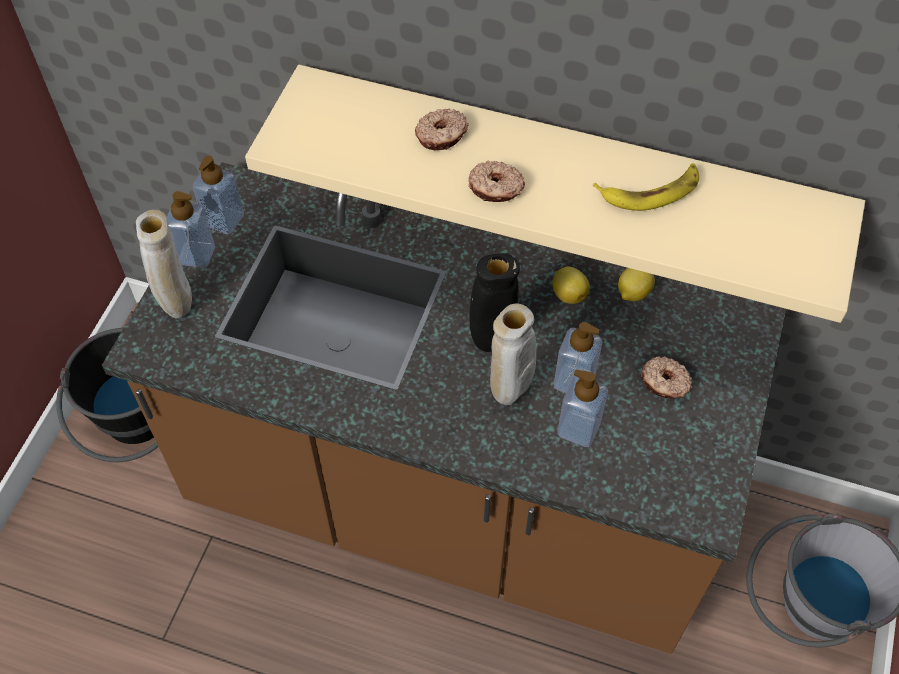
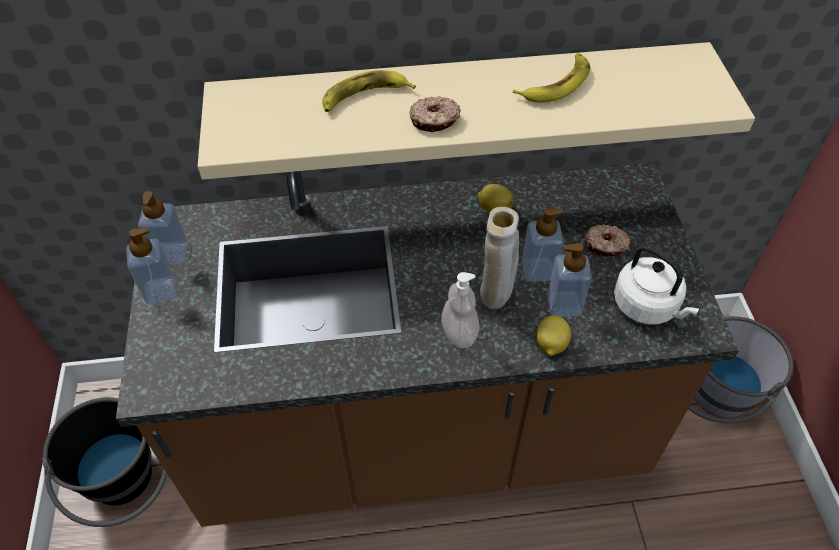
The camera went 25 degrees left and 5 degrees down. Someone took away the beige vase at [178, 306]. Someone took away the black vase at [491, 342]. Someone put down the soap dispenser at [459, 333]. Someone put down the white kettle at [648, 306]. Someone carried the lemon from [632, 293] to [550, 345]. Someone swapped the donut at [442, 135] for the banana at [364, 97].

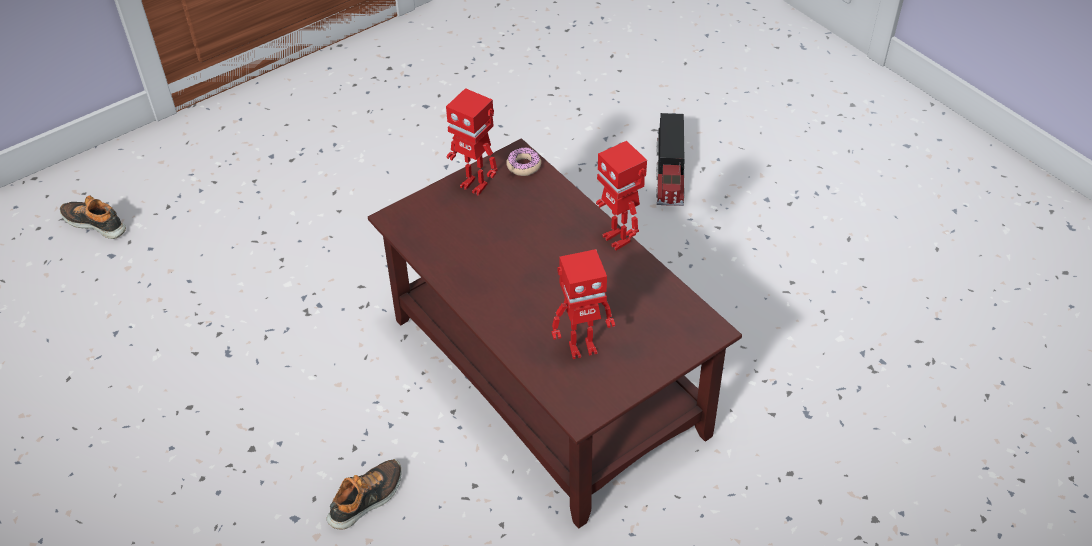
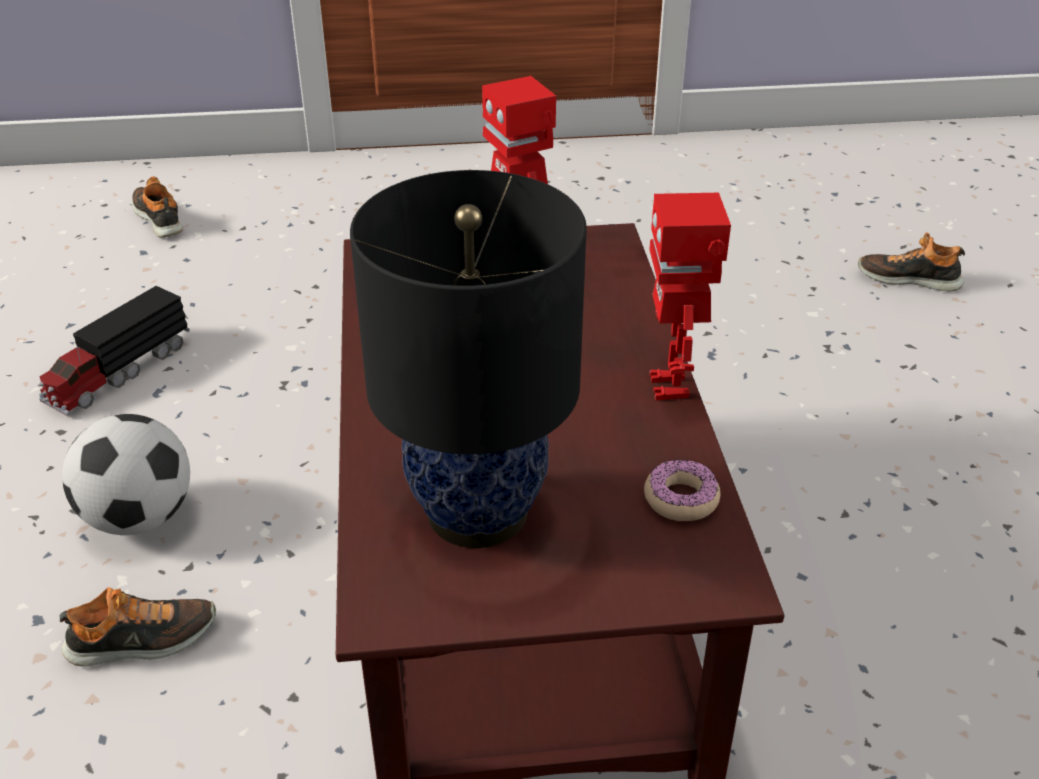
The camera went 30 degrees right and 10 degrees down. Someone put down the football at [139, 517]. Someone put down the shoe at [908, 279]. Someone carried the donut from [523, 166] to [681, 499]. Someone carried the toy truck from [669, 173] to [117, 372]. Someone swapped the toy robot at [581, 347] for the black table lamp at [478, 511].

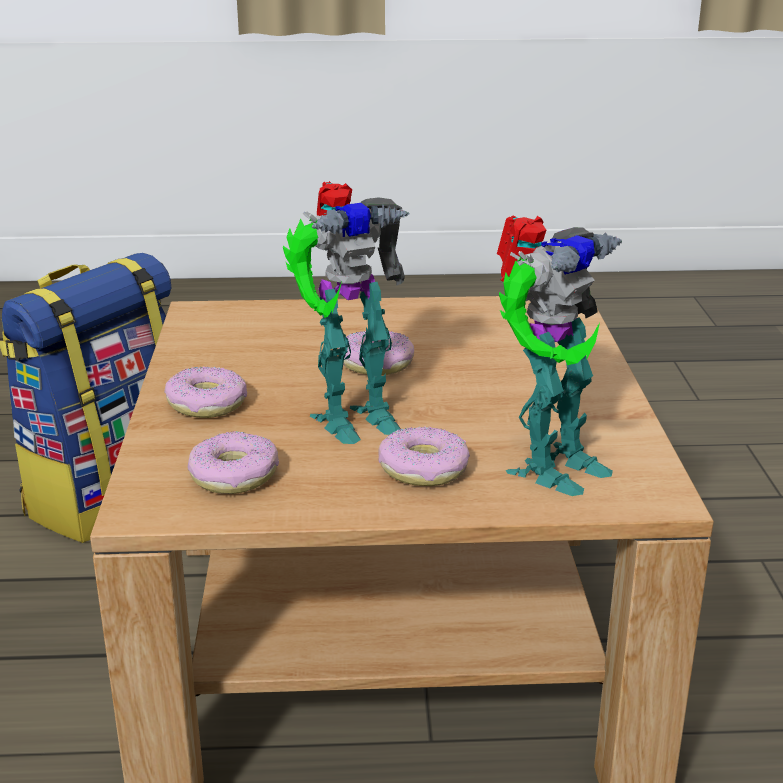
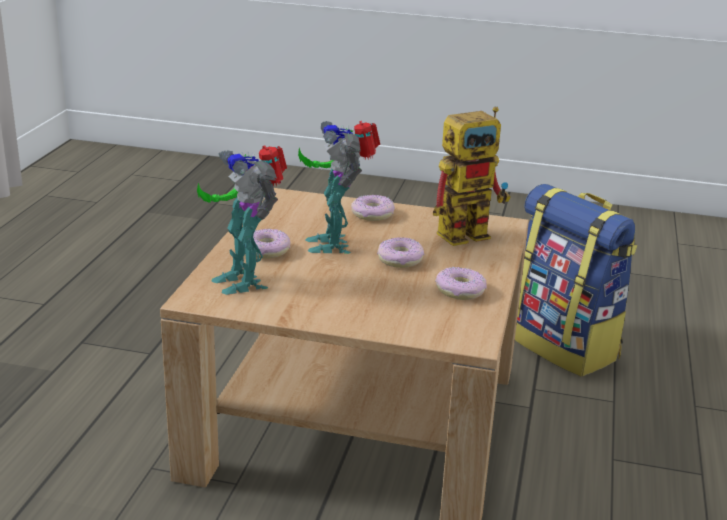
The camera went 105 degrees right and 0 degrees up. Someone put down the toy robot at [470, 232]. Someone carried the donut from [233, 475] to [460, 290].

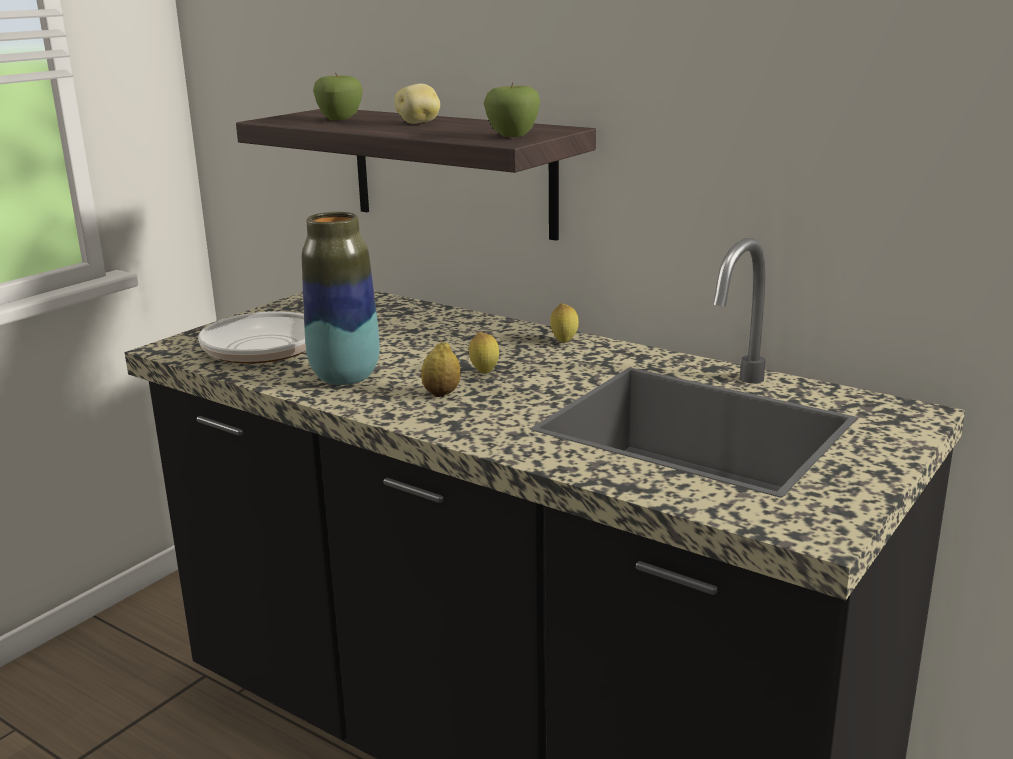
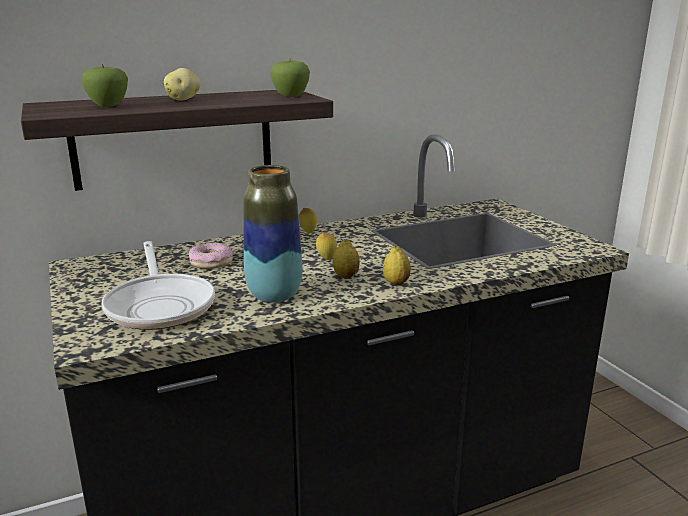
The camera went 60 degrees left and 0 degrees up. Someone put down the donut at [211, 262]. Someone put down the lemon at [396, 283].

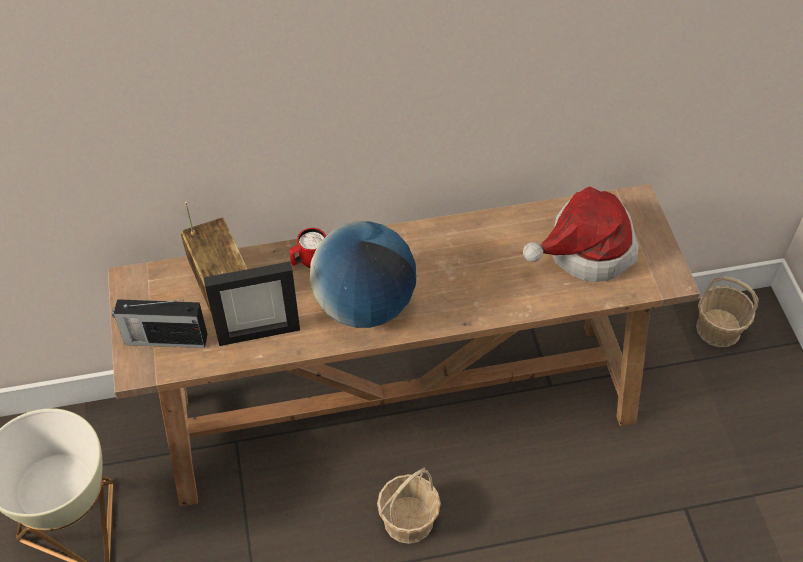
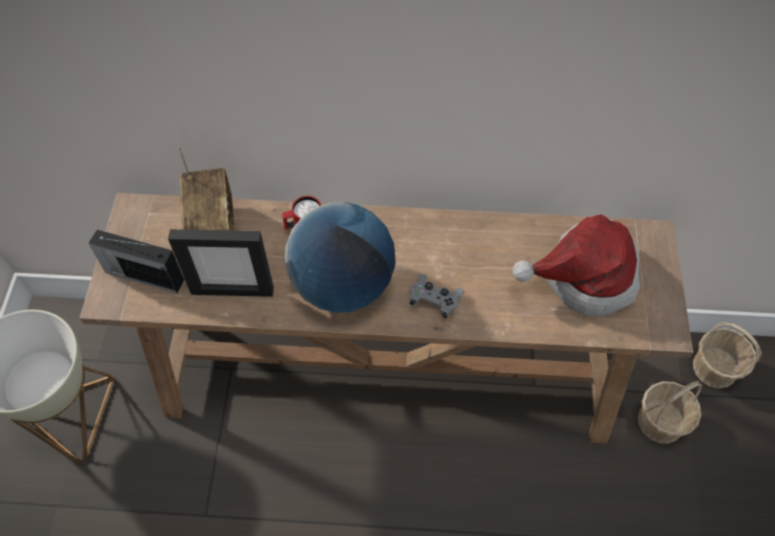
The camera went 15 degrees right and 5 degrees up. Someone put down the grey game controller at [434, 300]. Someone carried the basket from [409, 520] to [661, 421].

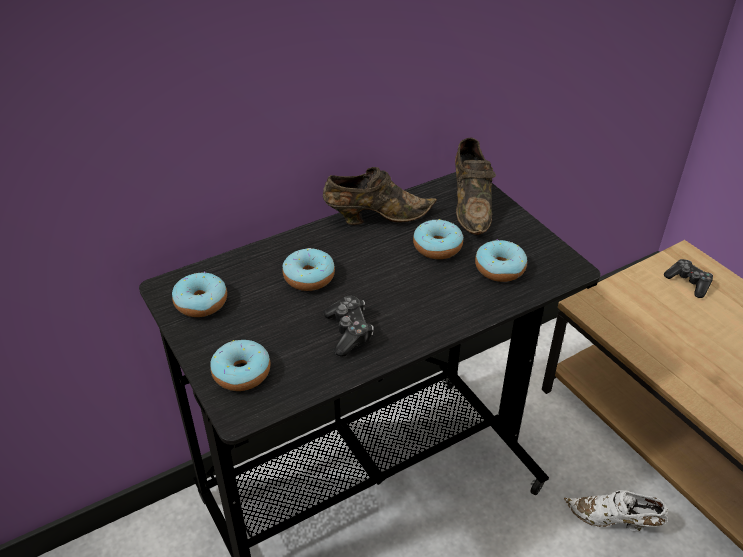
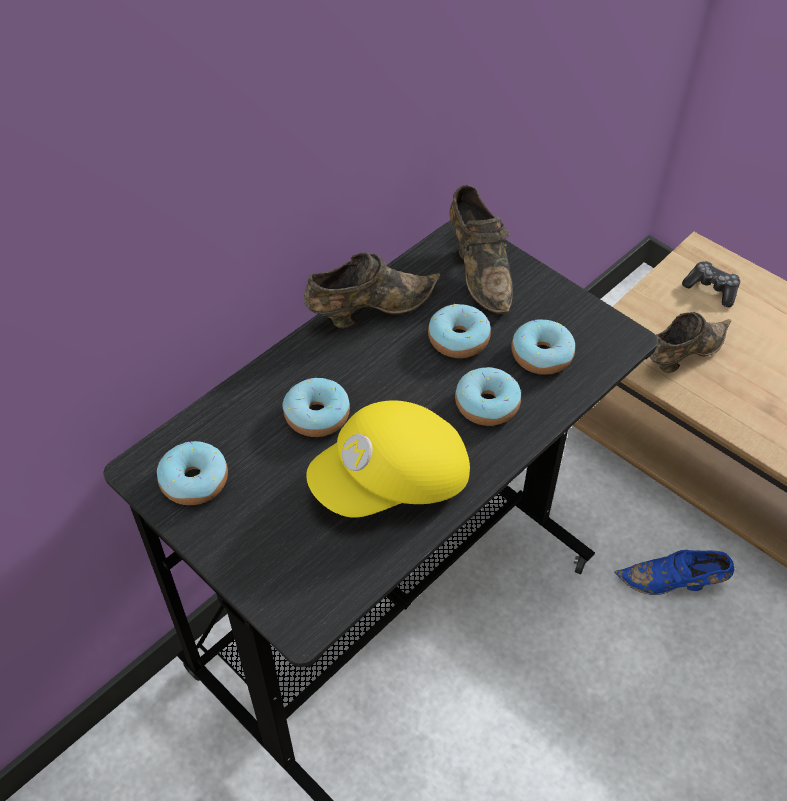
The camera went 15 degrees left and 10 degrees up. Someone put down the brown shoe at [682, 355]. Someone carried the donut from [241, 373] to [486, 404]. Someone swapped the game controller at [349, 332] for the yellow cap at [393, 482]. Someone repainted the white shoe at [614, 521], which became the blue shoe at [673, 583].

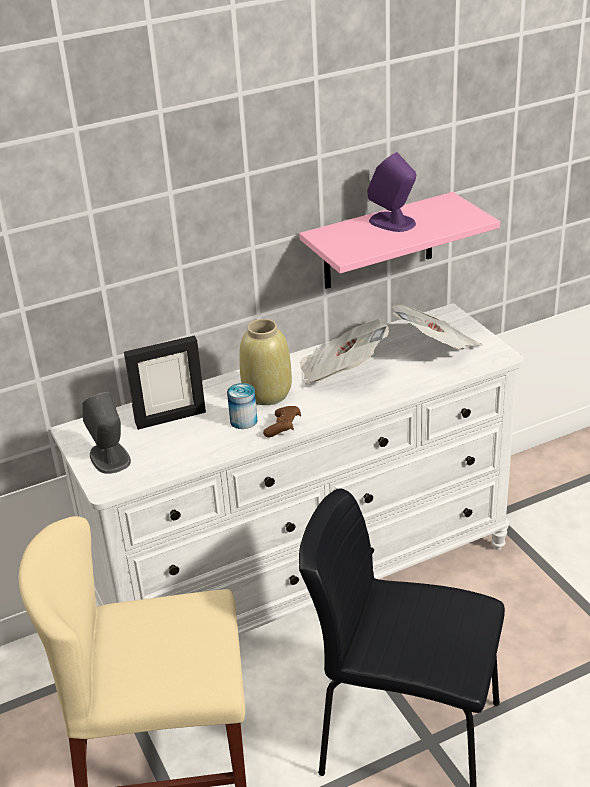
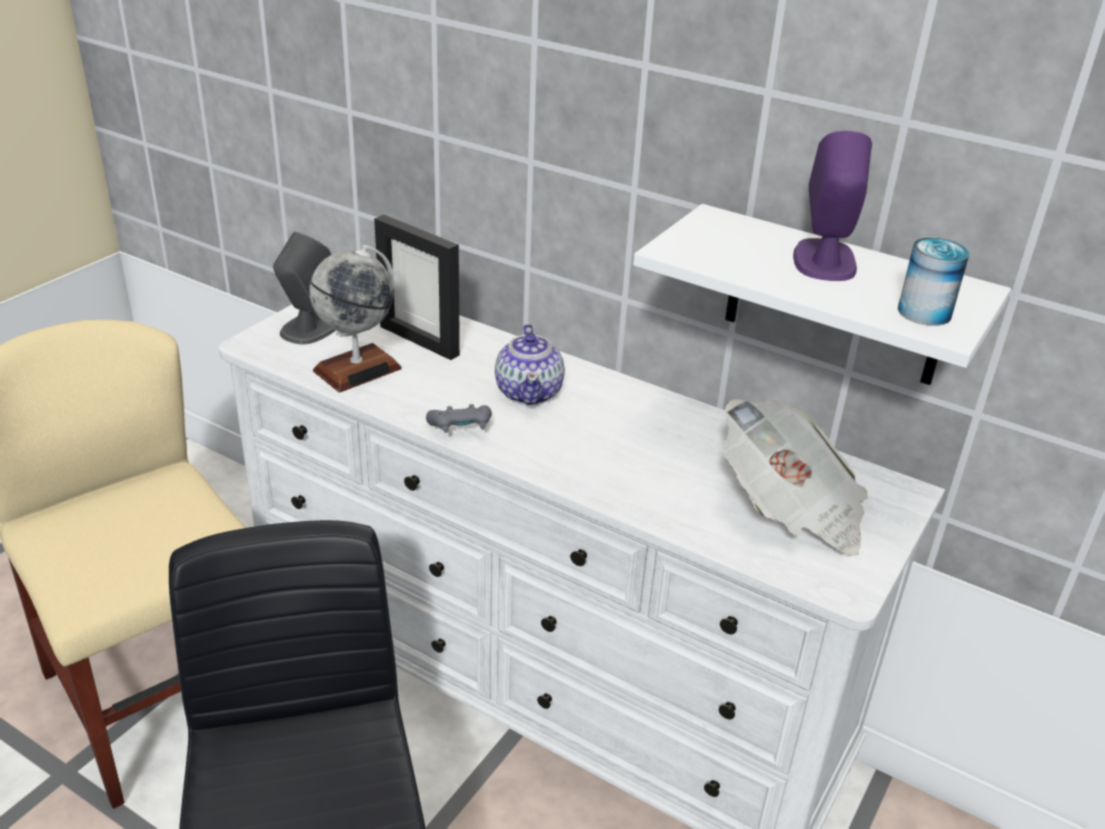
The camera went 55 degrees right and 0 degrees up. Someone took away the newspaper at [341, 372]. Someone put down the globe at [357, 369]. Someone carried the can from [243, 421] to [924, 312]. Someone swapped the beige vase at [267, 394] for the teapot at [529, 392]. Someone repainted the brown game controller at [283, 428], which became the grey game controller at [461, 429]. Someone repainted the pink shelf at [378, 242], which became the white shelf at [835, 297].

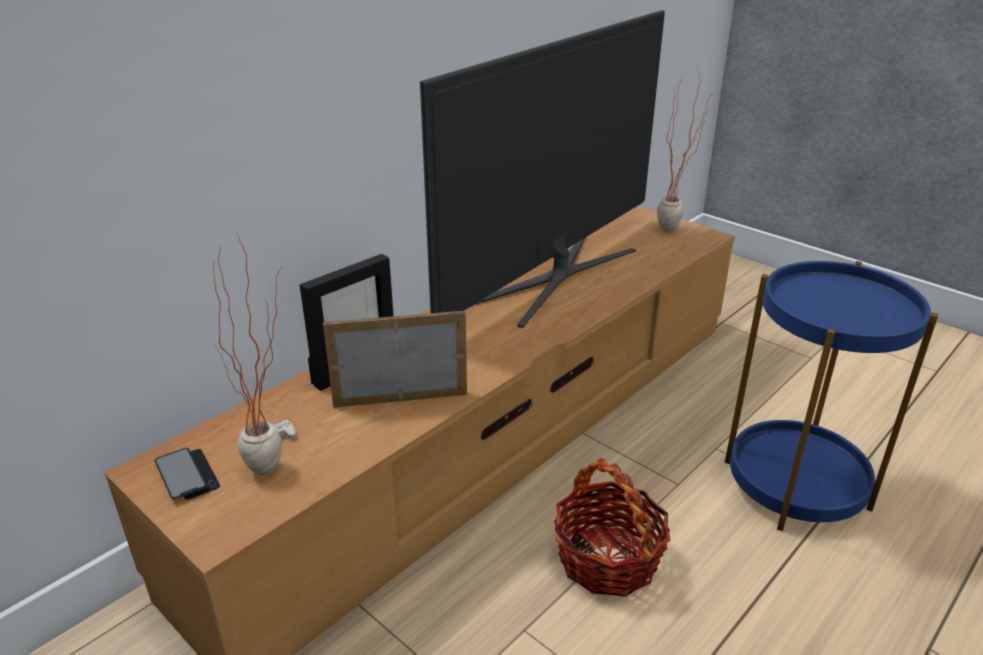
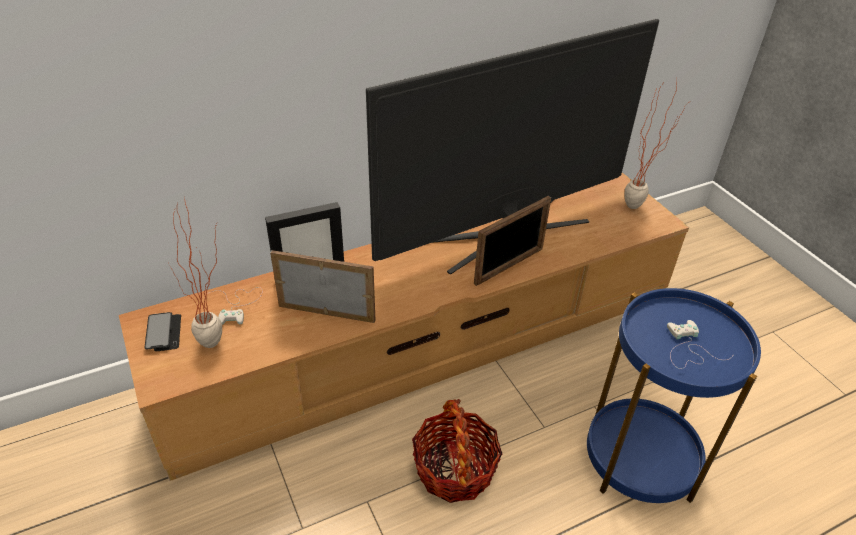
The camera went 20 degrees right and 10 degrees up. Someone put down the picture frame at [509, 266]. Someone put down the white game controller at [688, 349].

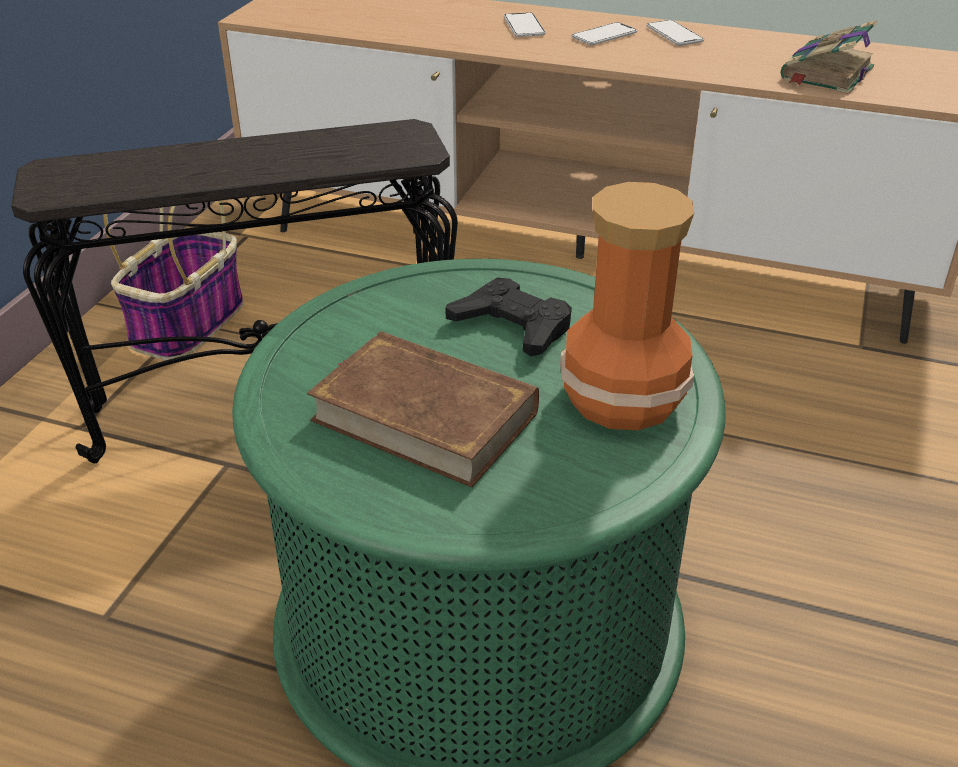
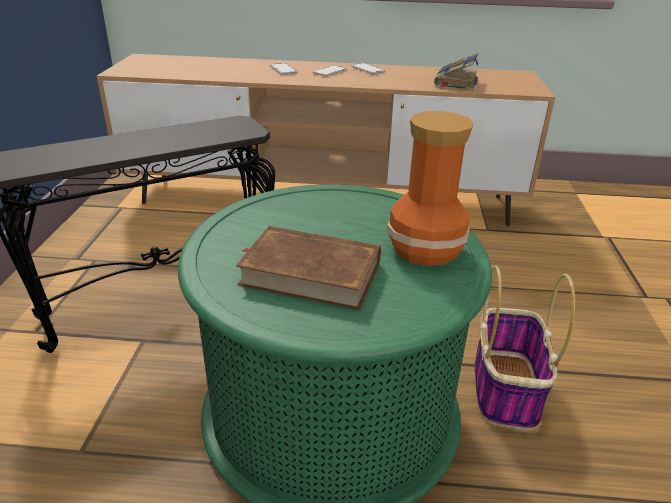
The camera went 15 degrees left and 5 degrees down. Someone took away the black game controller at [512, 326]. Someone carried the basket from [188, 323] to [505, 388].

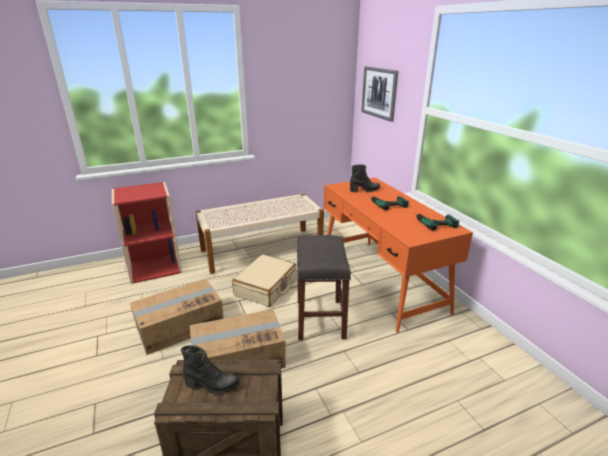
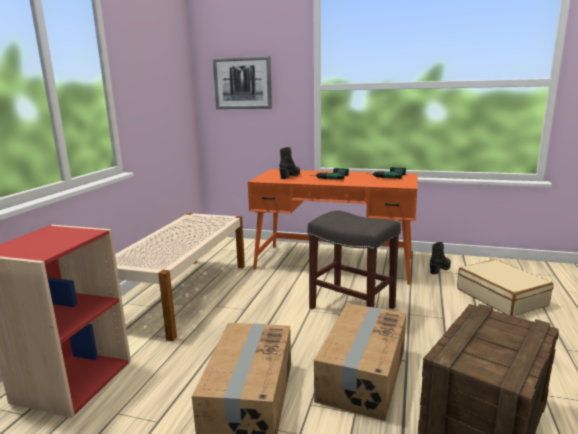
The camera went 50 degrees left and 10 degrees down. Someone carried the black boot from [212, 386] to [440, 269]. Someone carried the beige suitcase from [266, 287] to [501, 297].

